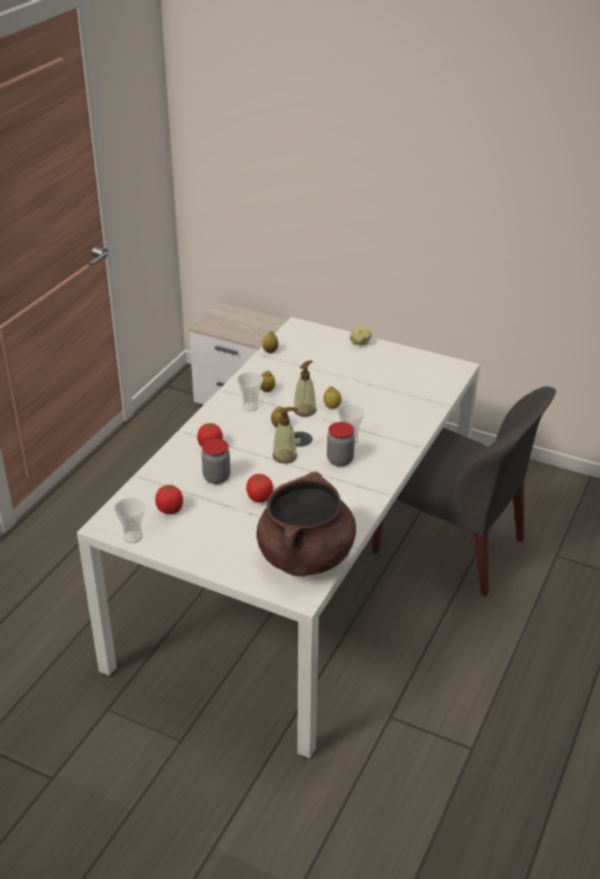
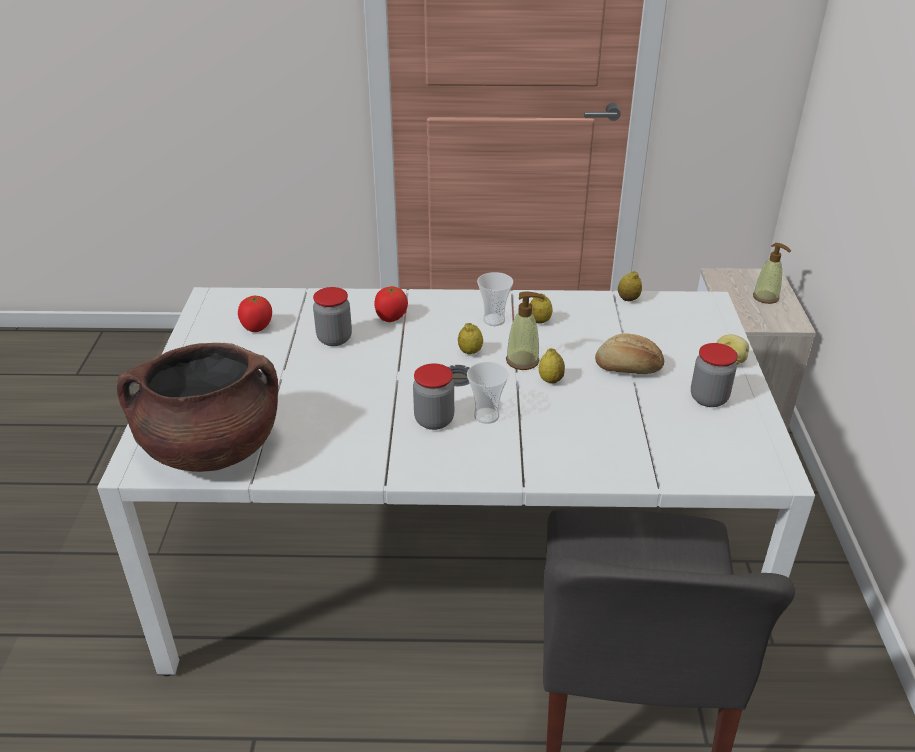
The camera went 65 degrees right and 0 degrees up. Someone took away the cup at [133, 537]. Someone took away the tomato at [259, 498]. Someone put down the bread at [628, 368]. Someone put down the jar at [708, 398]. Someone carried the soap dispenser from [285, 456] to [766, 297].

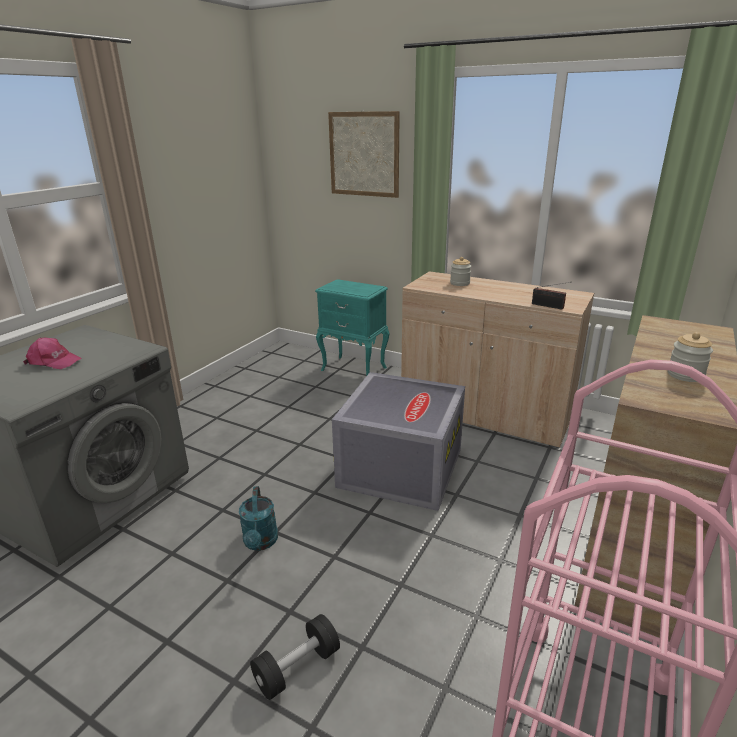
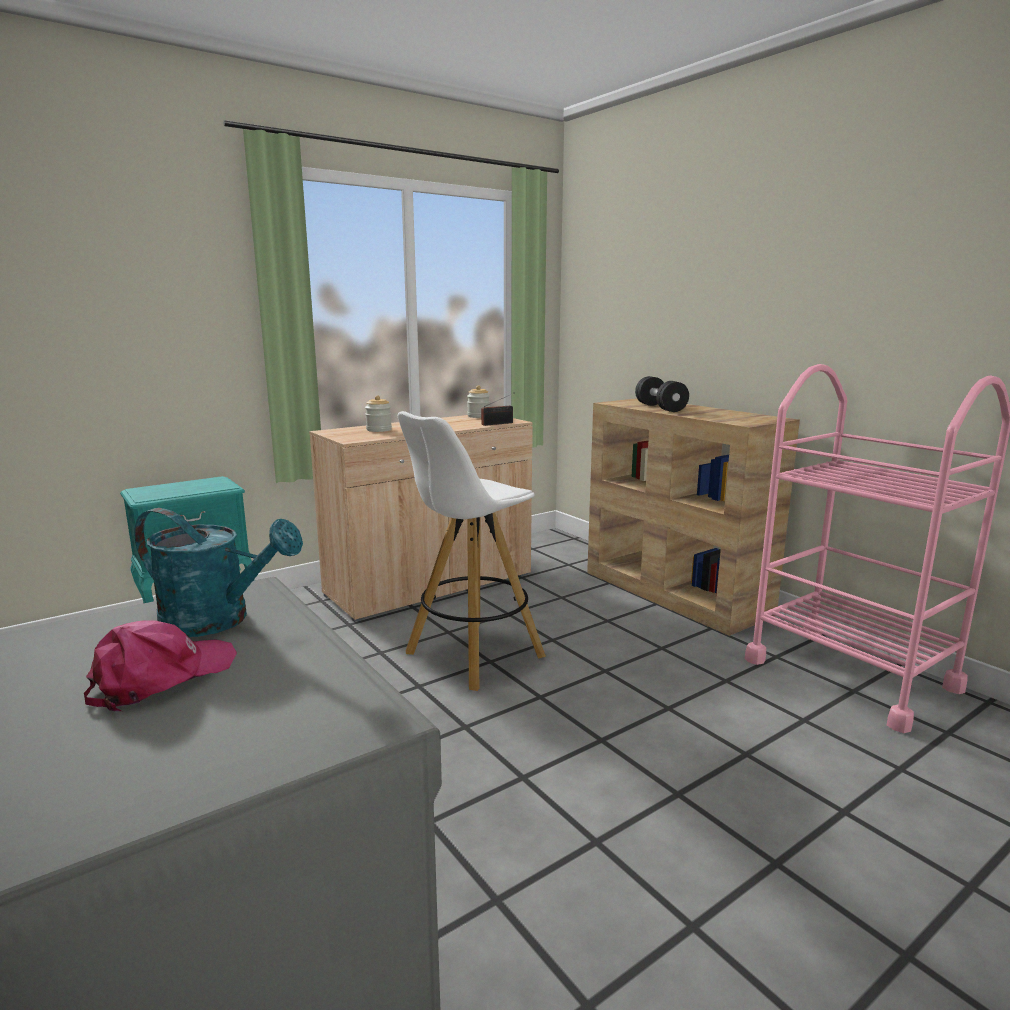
The camera went 65 degrees left and 10 degrees down. Someone took away the picture at [364, 153]. Someone carried the turquoise watering can from [260, 543] to [218, 621]. Someone carried the black dumbbell from [297, 667] to [660, 408]. Someone carried the jar from [685, 375] to [478, 416]. Someone swapped the grey storage box at [399, 466] for the white stool at [472, 656].

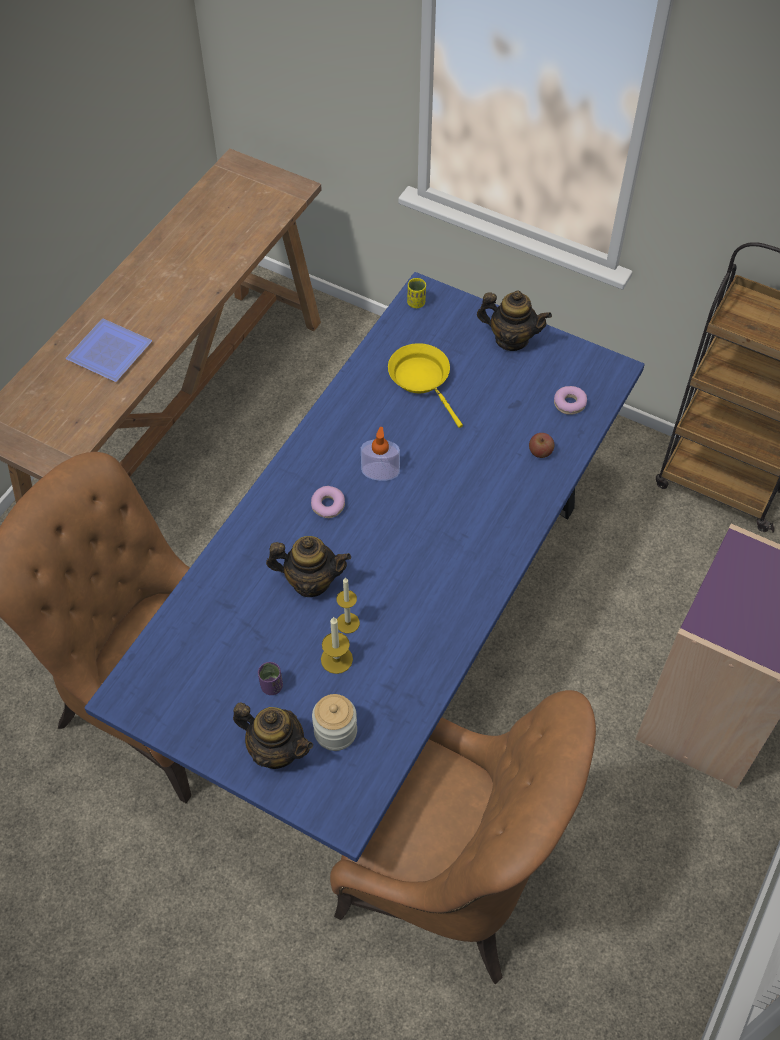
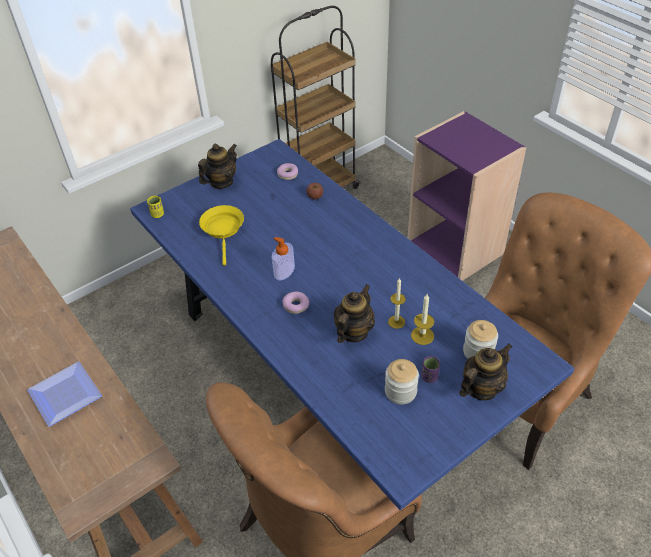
The camera went 65 degrees left and 10 degrees down. Someone put down the jar at [400, 391]. Someone rotated the yellow frying pan at [422, 379] by 90 degrees clockwise.

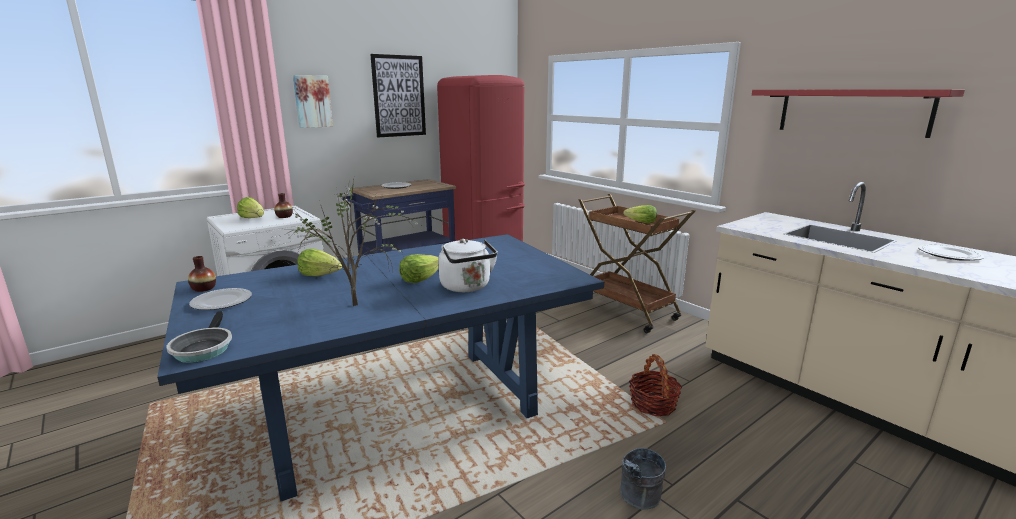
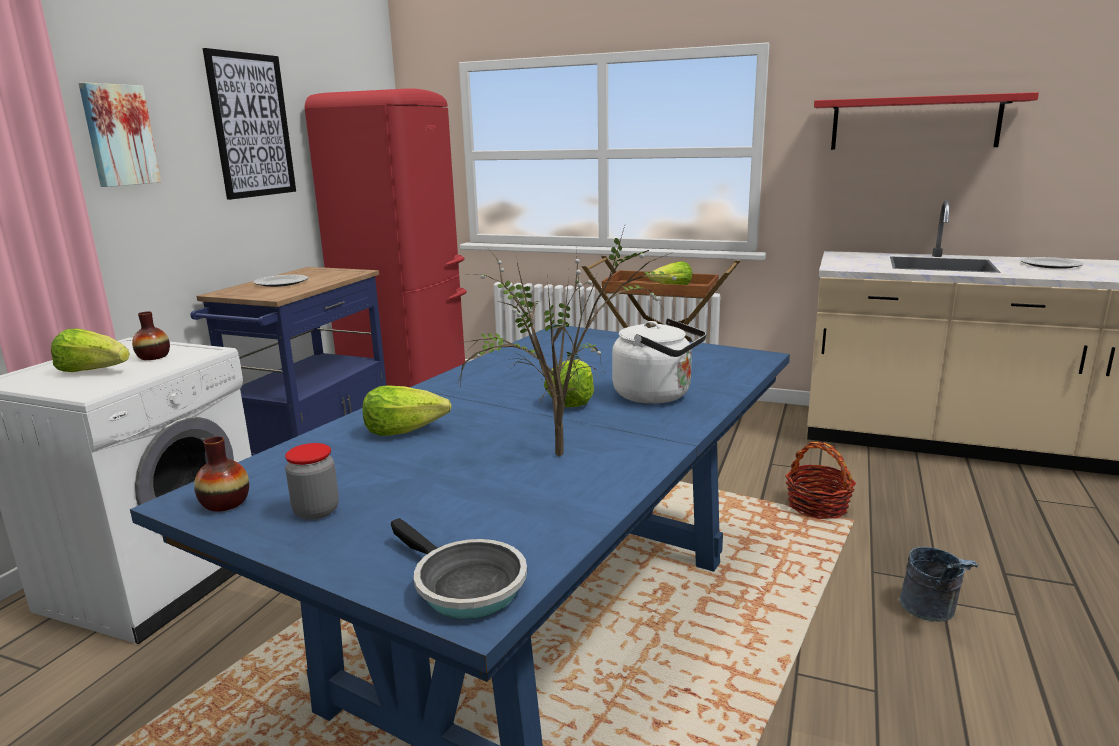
The camera went 30 degrees left and 0 degrees up. Someone swapped the plate at [222, 301] for the jar at [316, 511].

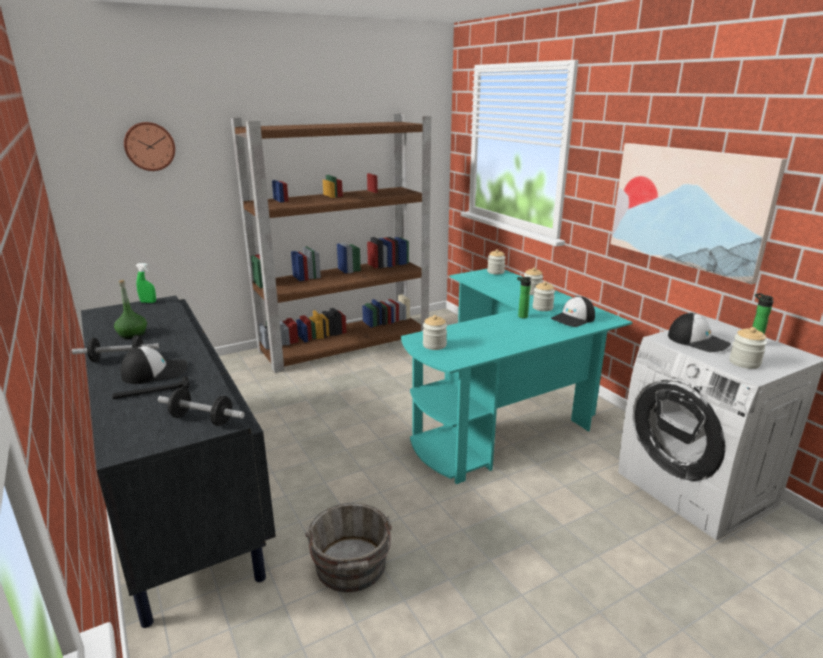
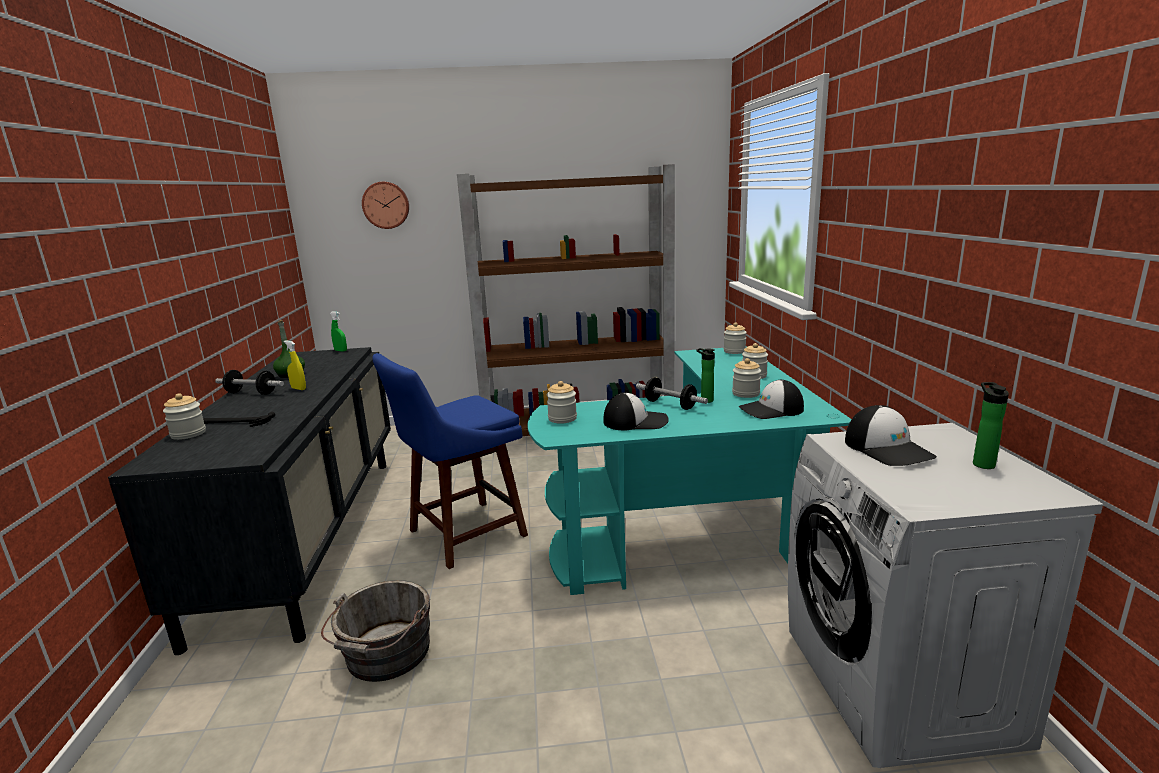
The camera went 25 degrees right and 5 degrees down. Someone took away the picture at [688, 207]. Someone put down the yellow spray bottle at [298, 388]. Someone put down the blue stool at [462, 534]. Someone carried the cap from [155, 372] to [636, 421]. Someone carried the dumbbell from [202, 419] to [670, 405]. Someone carried the jar from [744, 363] to [188, 434].

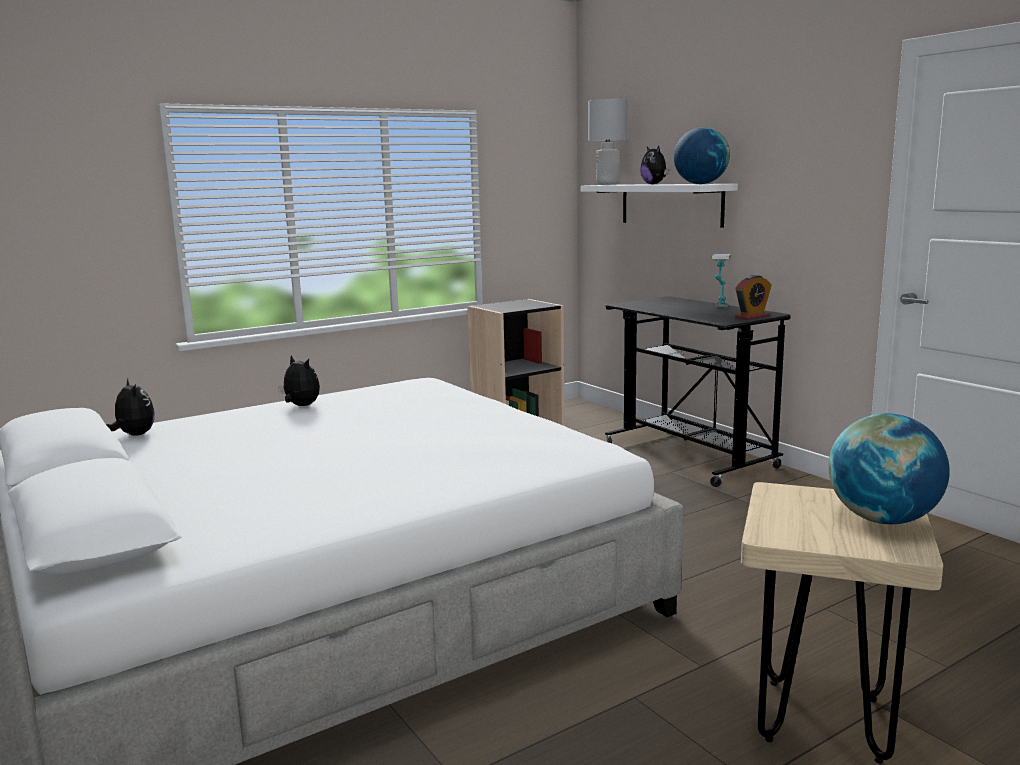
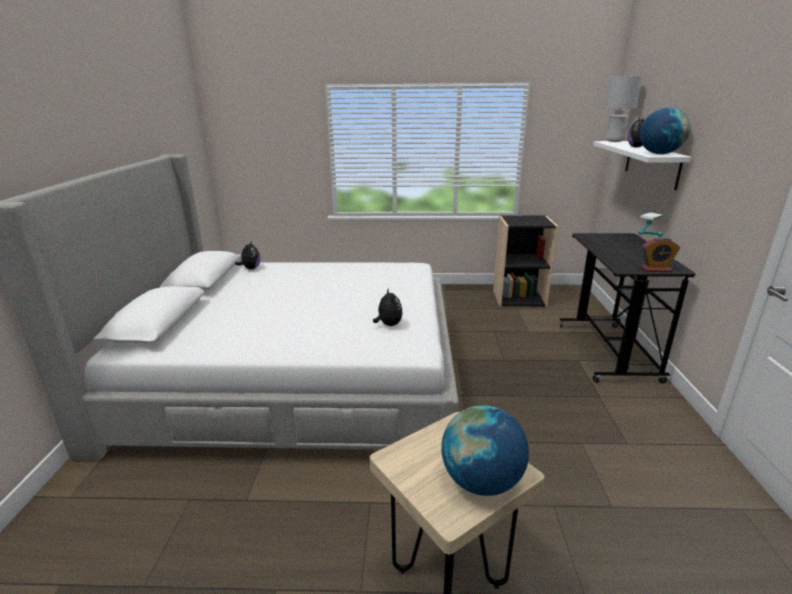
The camera went 35 degrees right and 10 degrees up. Someone carried the plush toy from [300, 406] to [388, 324].

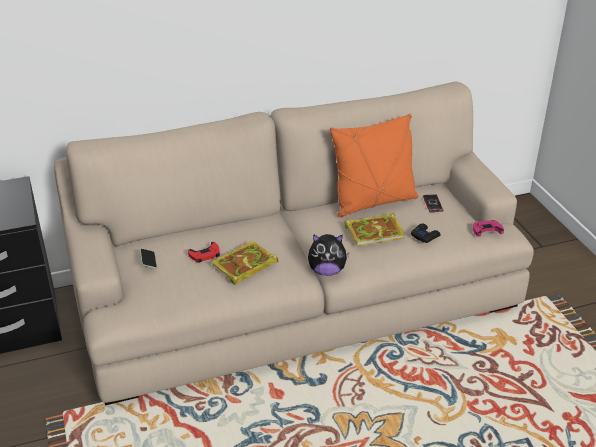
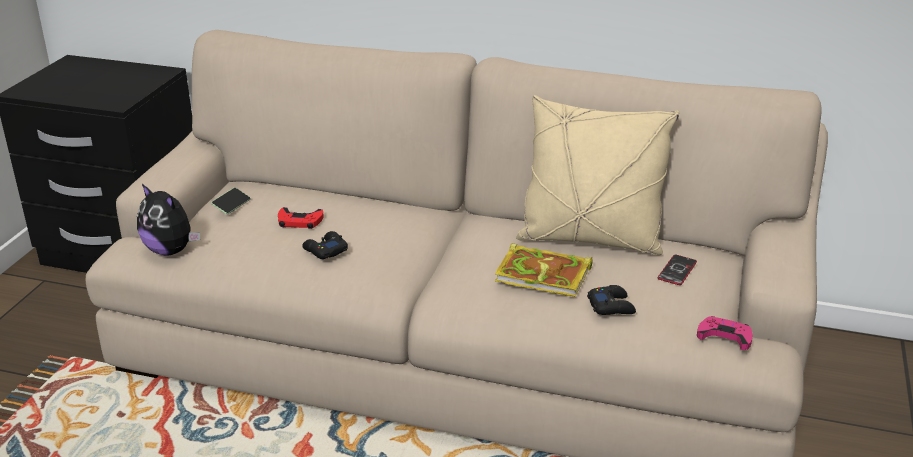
The camera went 35 degrees right and 5 degrees down. Someone carried the plush toy from [327, 271] to [171, 250]. Someone swapped the book at [243, 266] for the black game controller at [325, 250]. Someone repainted the orange pillow at [373, 202], which became the beige pillow at [590, 239].

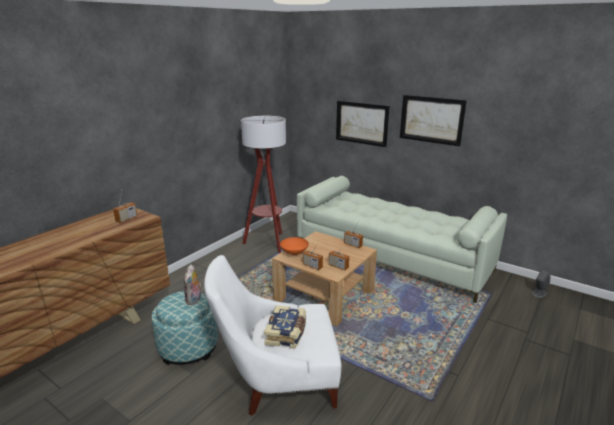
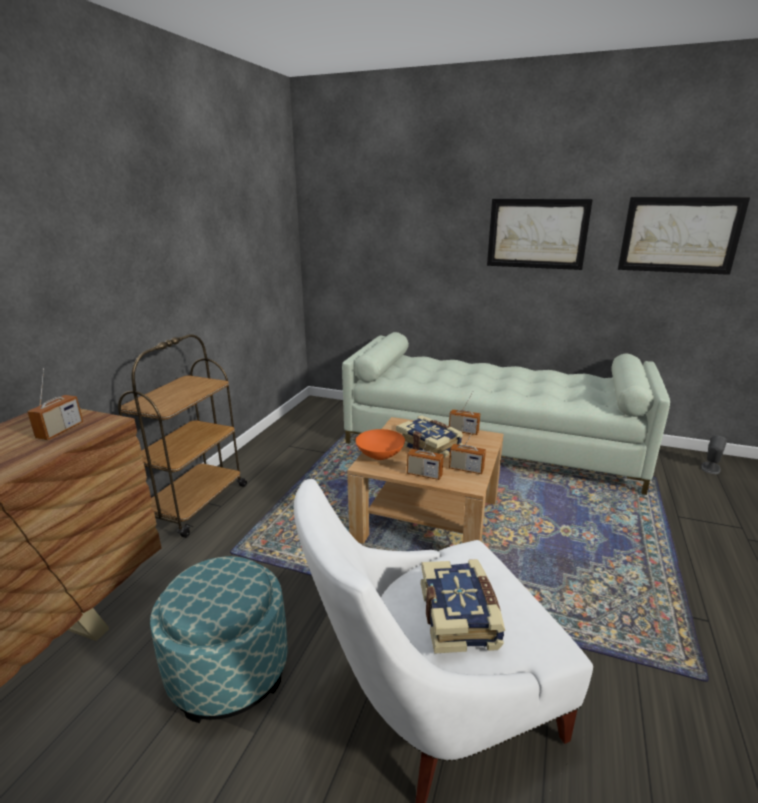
The camera went 15 degrees left and 0 degrees up. Someone took away the plush toy at [194, 300]. Someone took away the floor lamp at [268, 243]. Someone put down the brown cart at [196, 506]. Someone put down the book at [429, 446]. Someone carried the picture from [361, 123] to [679, 235].

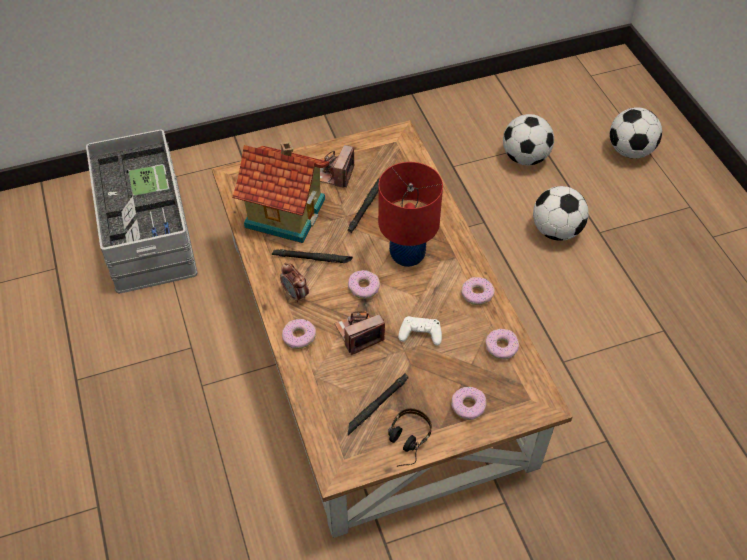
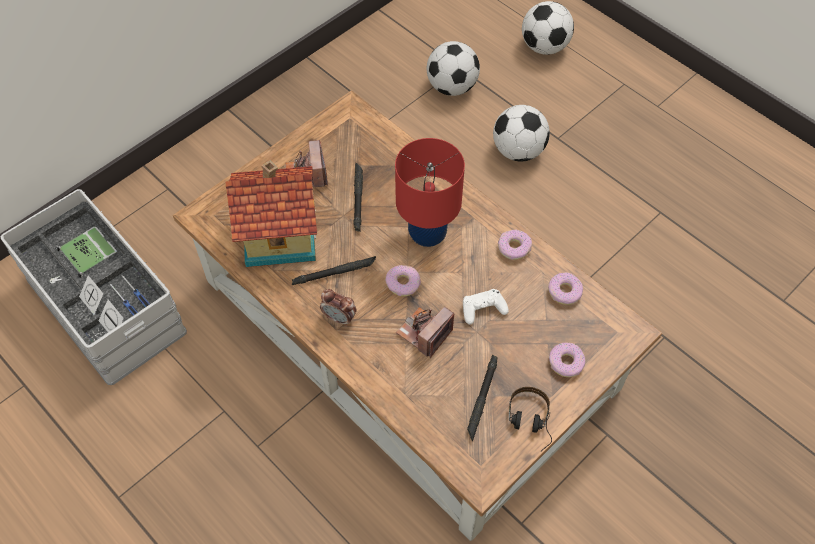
The camera went 25 degrees left and 5 degrees up. Someone took away the donut at [299, 337].

